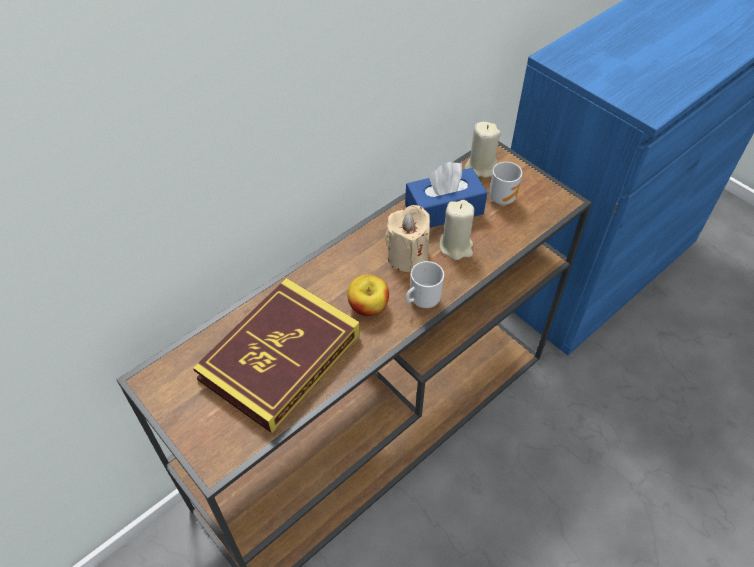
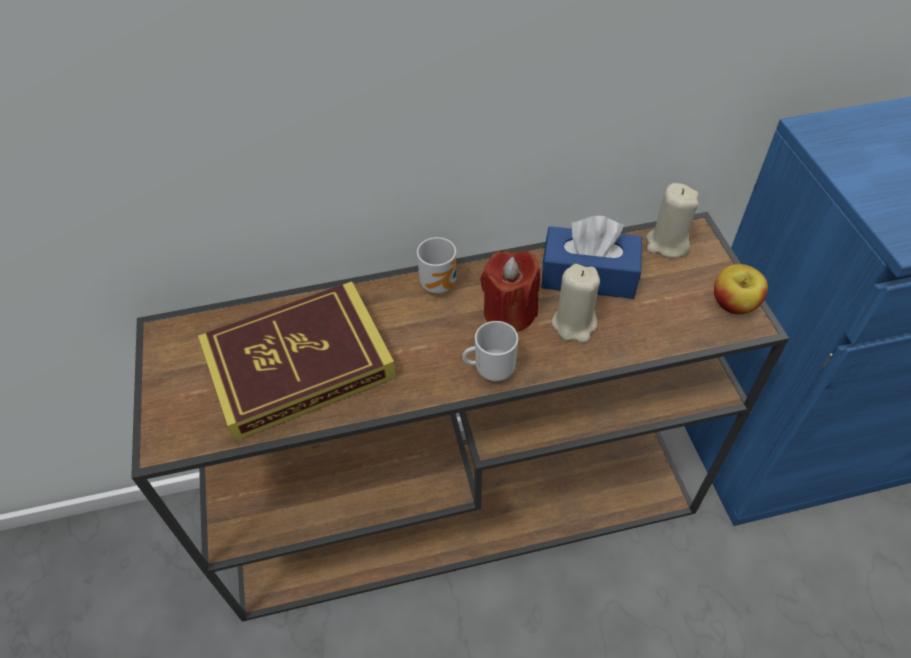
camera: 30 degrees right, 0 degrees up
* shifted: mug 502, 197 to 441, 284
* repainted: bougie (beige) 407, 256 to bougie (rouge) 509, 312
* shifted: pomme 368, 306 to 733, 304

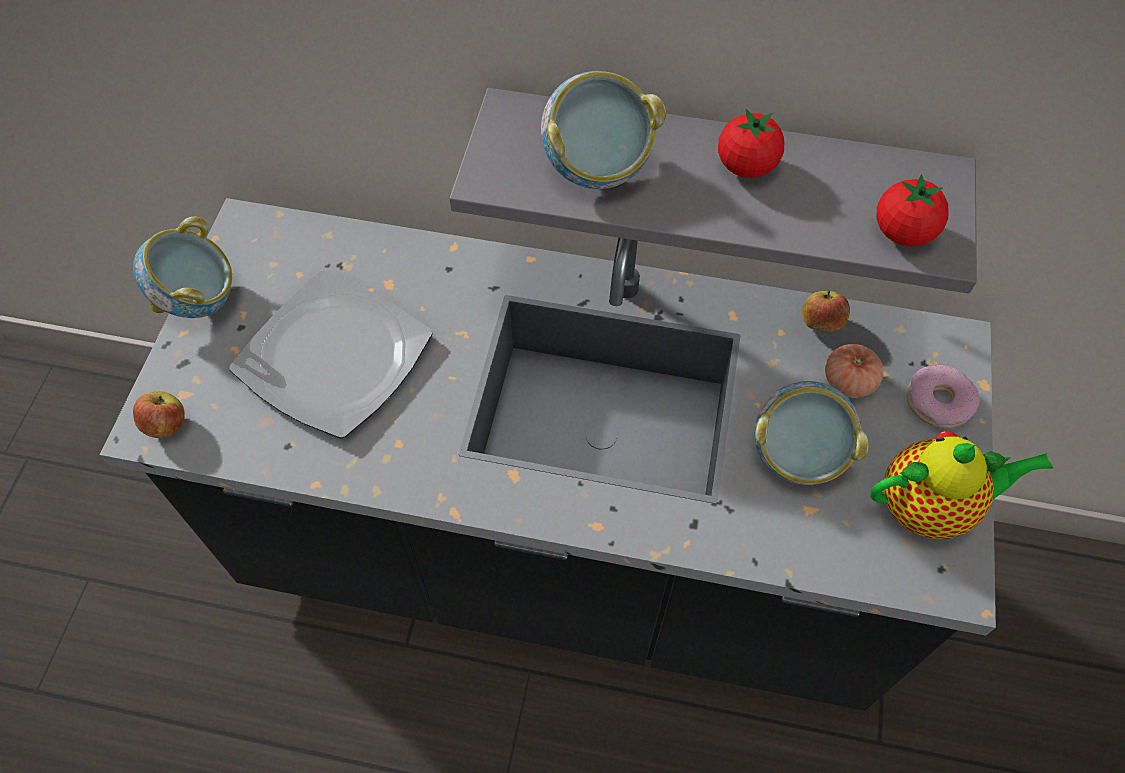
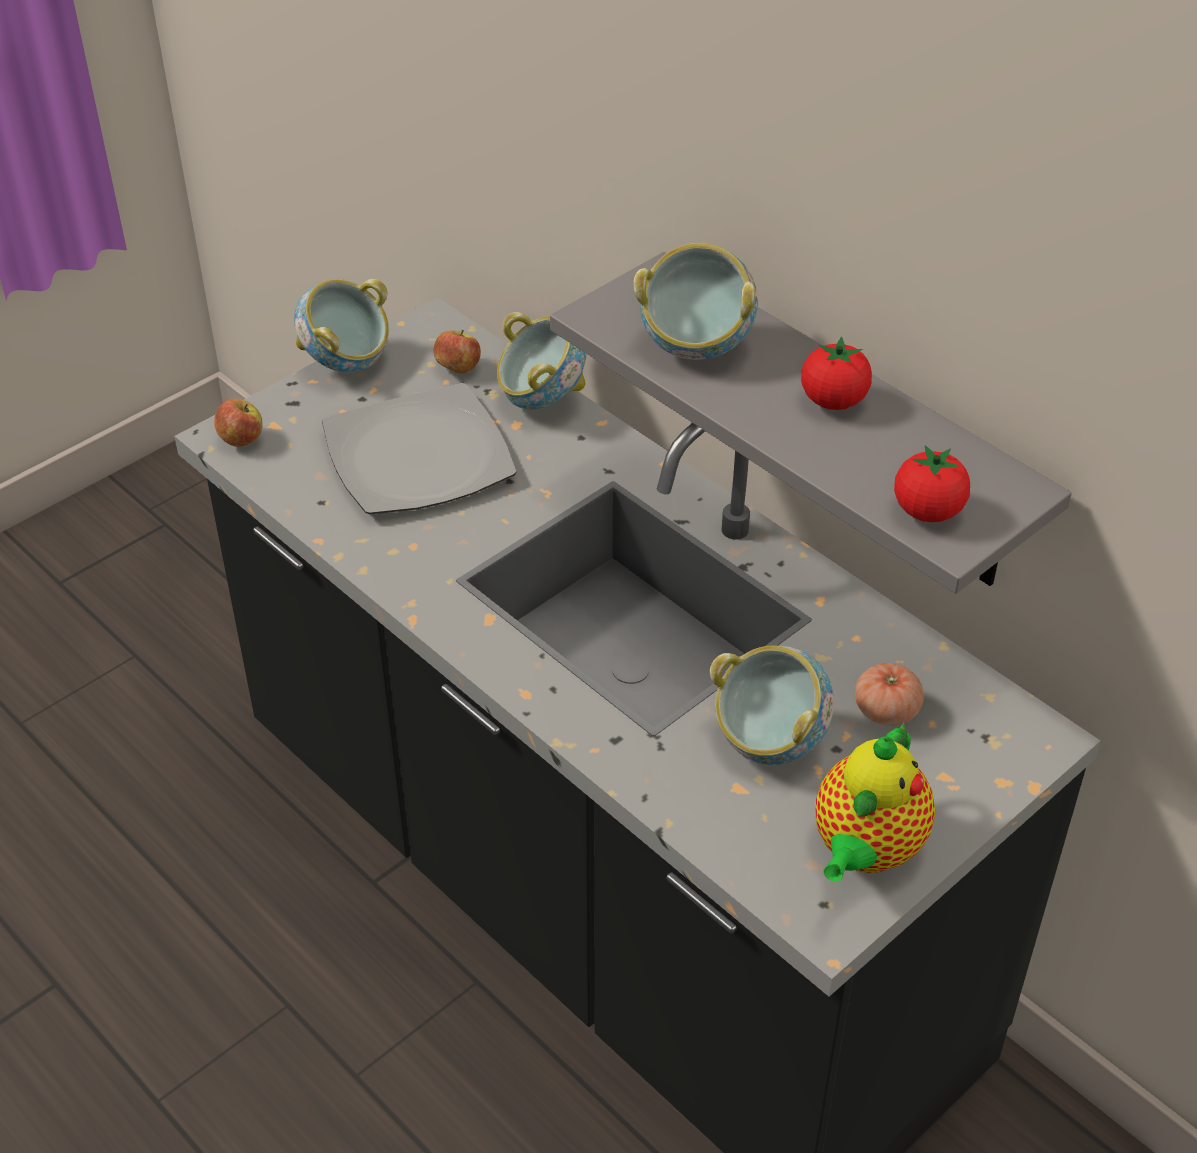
camera: 35 degrees right, 15 degrees down
* shifted: pomme 821, 323 to 458, 369
* gone: beignet 938, 402
* rotated: théière 930, 507 = 865, 851 90 degrees clockwise
* new: bol 541, 400

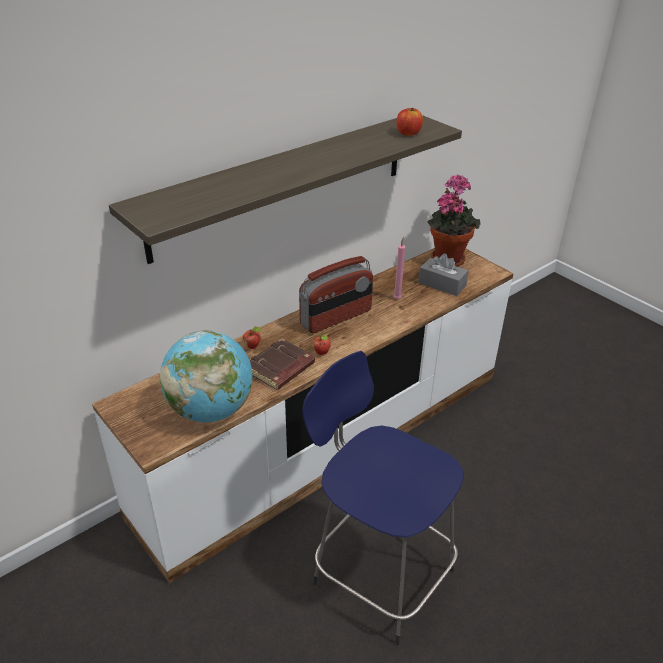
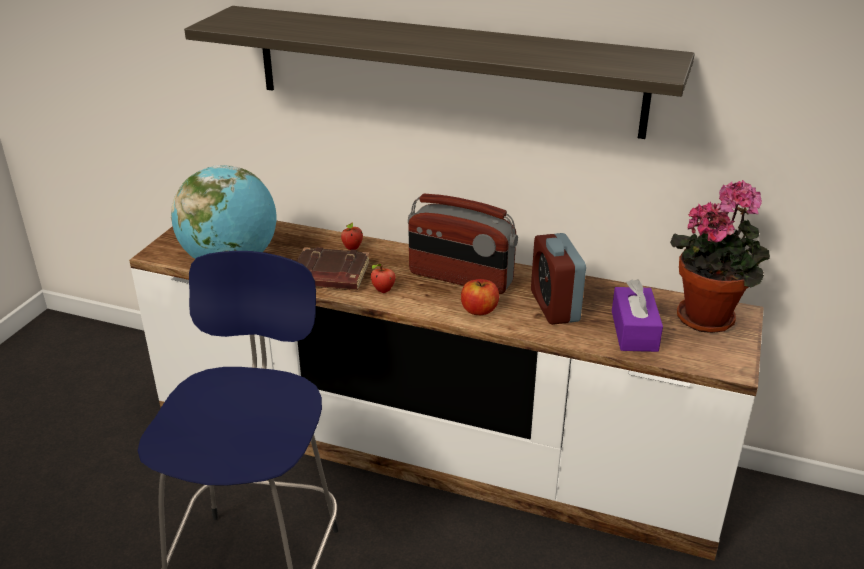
camera: 60 degrees right, 5 degrees down
* shifted: pomme 408, 133 to 479, 310
* swapped: bougie (rose) 397, 298 to réveil 554, 306
* repainted: boîte à mouchoirs (gris) 442, 284 to boîte à mouchoirs (violet) 634, 331

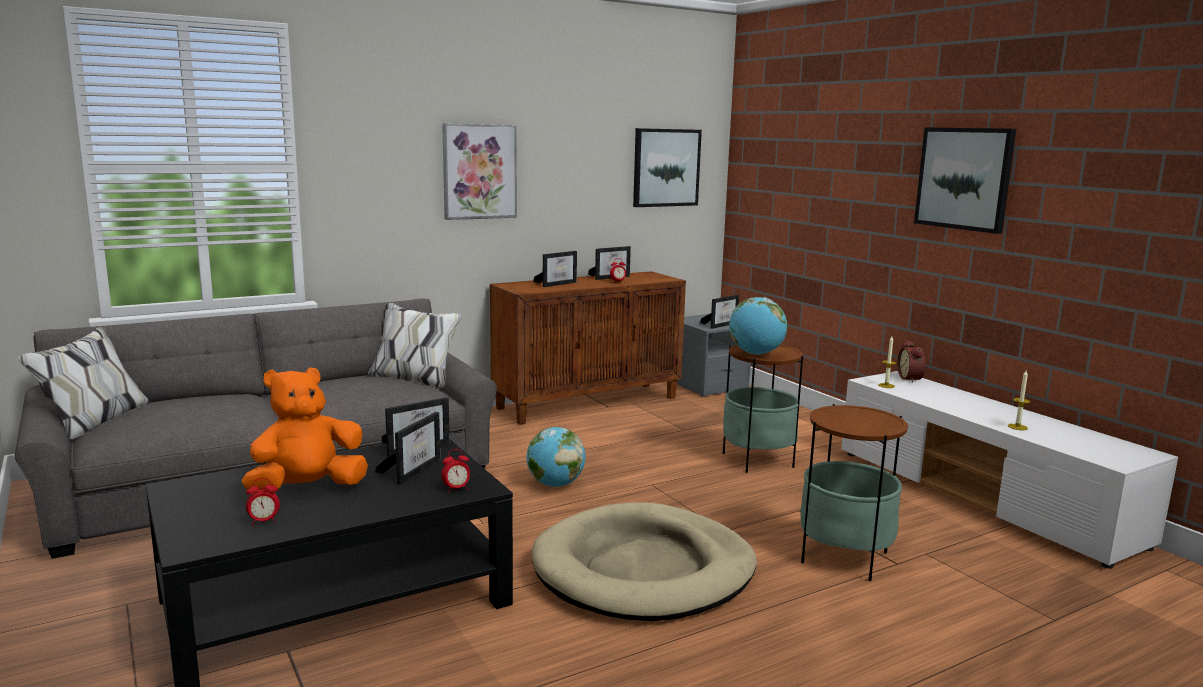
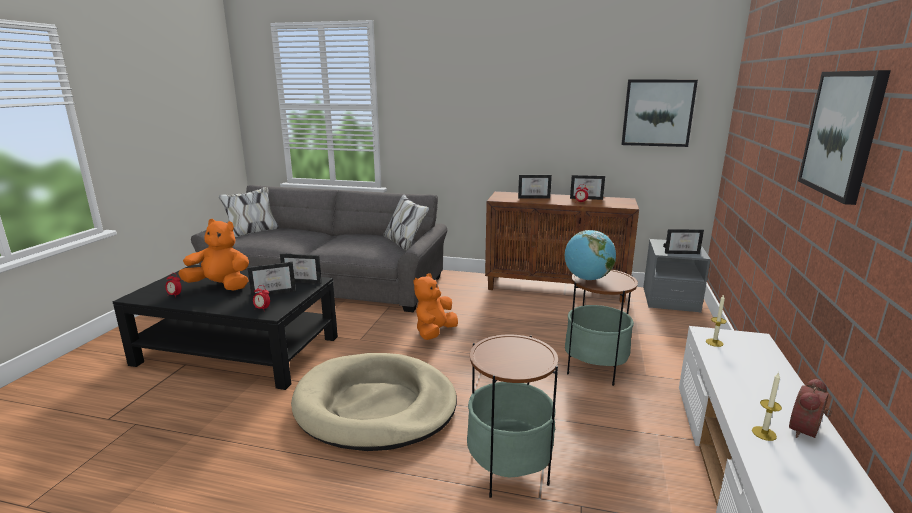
camera: 45 degrees right, 5 degrees up
* gone: tableau 479, 171
* shifted: réveil 911, 379 to 807, 431
* swapped: globe 555, 484 to peluche (orange) 434, 333

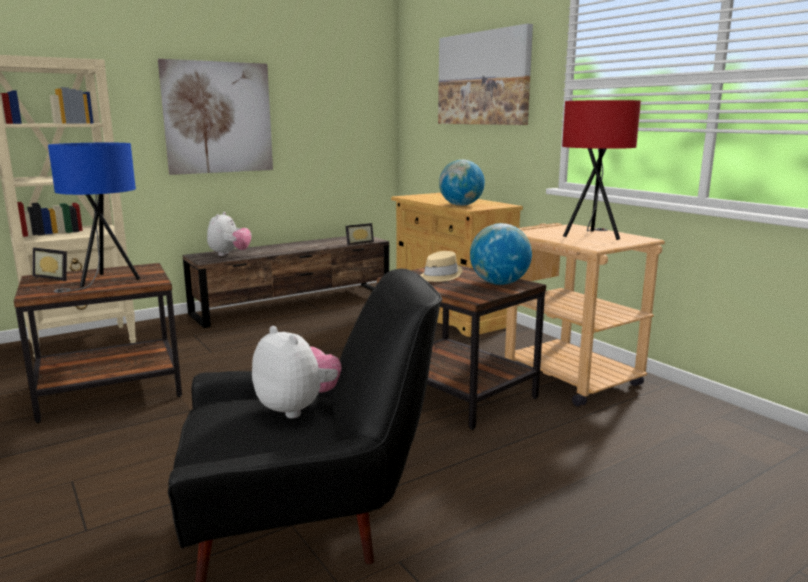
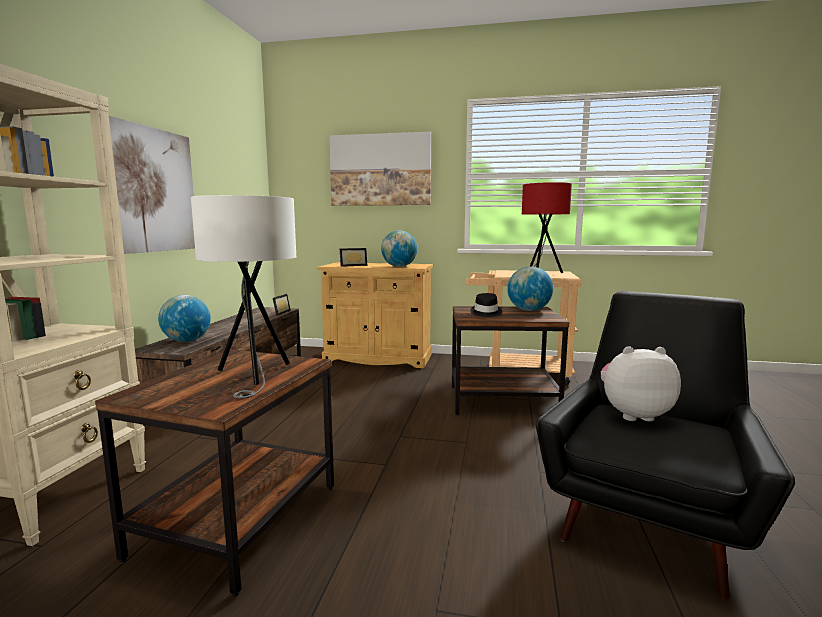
camera: 45 degrees left, 5 degrees down
* repainted: lampe de table (bleu) 104, 282 to lampe de table (blanc) 254, 376
* swapped: peluche 229, 254 to globe 187, 341
* shifted: cadre photo 55, 277 to 353, 265
* repainted: chapeau (beige) 439, 276 to chapeau (noir) 485, 313

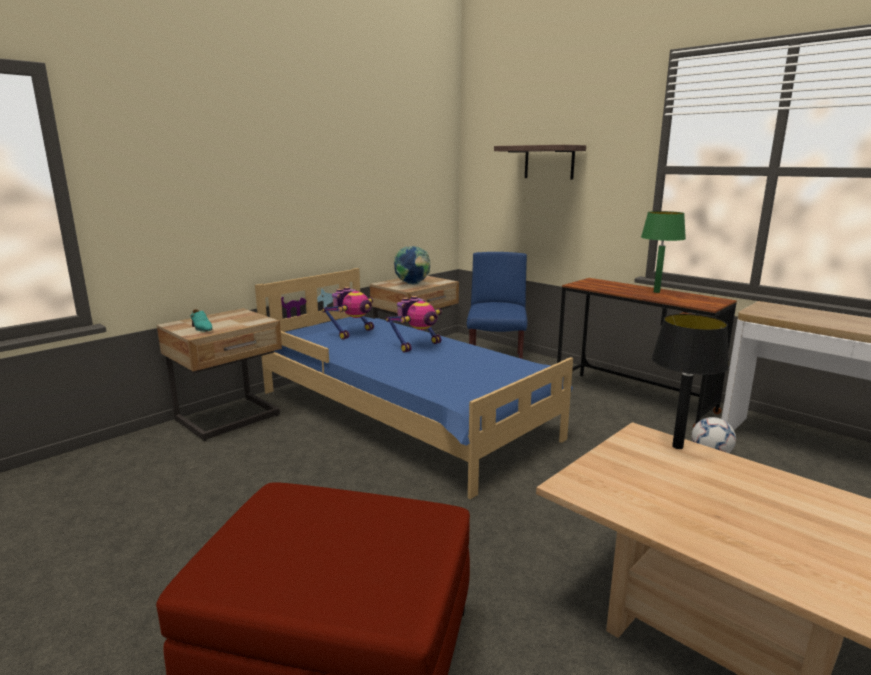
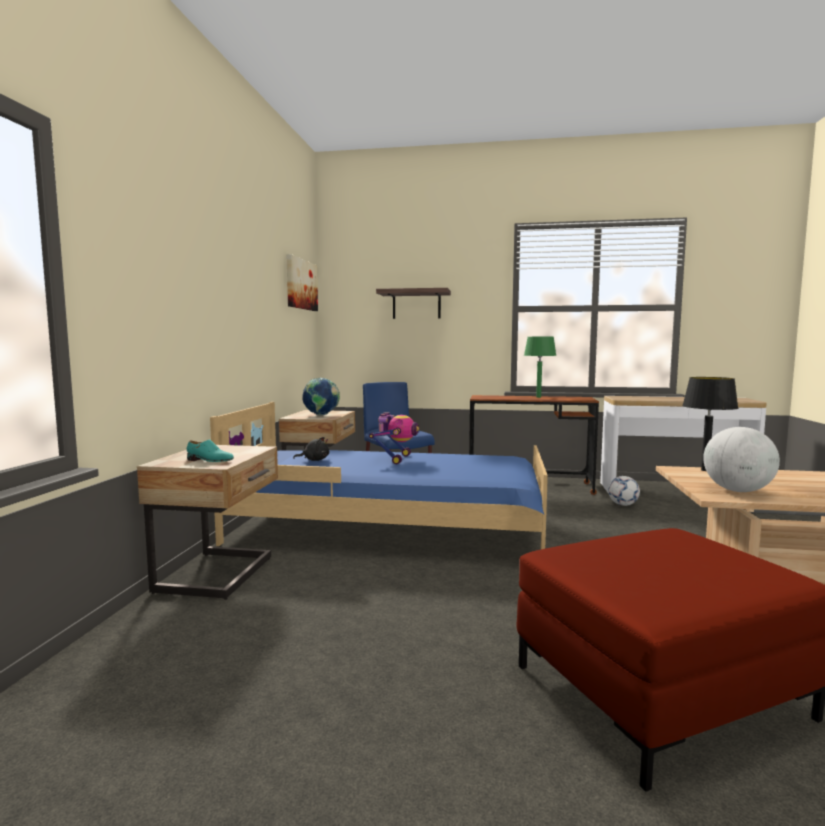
camera: 35 degrees left, 10 degrees down
* swapped: robot jouet 352, 333 to peluche (noir) 314, 460
* new: tableau 301, 284
* new: globe 737, 491

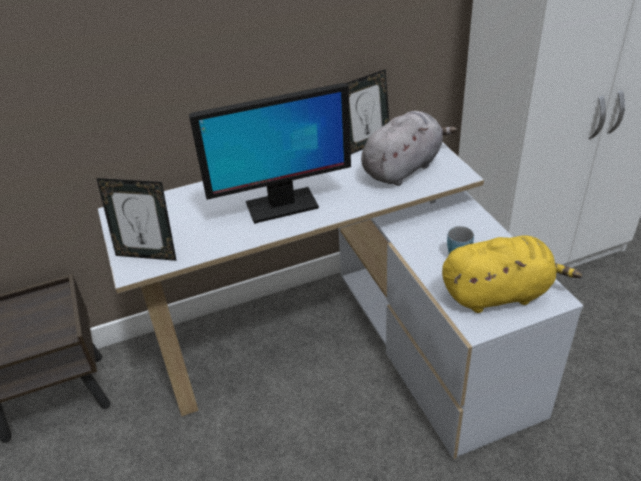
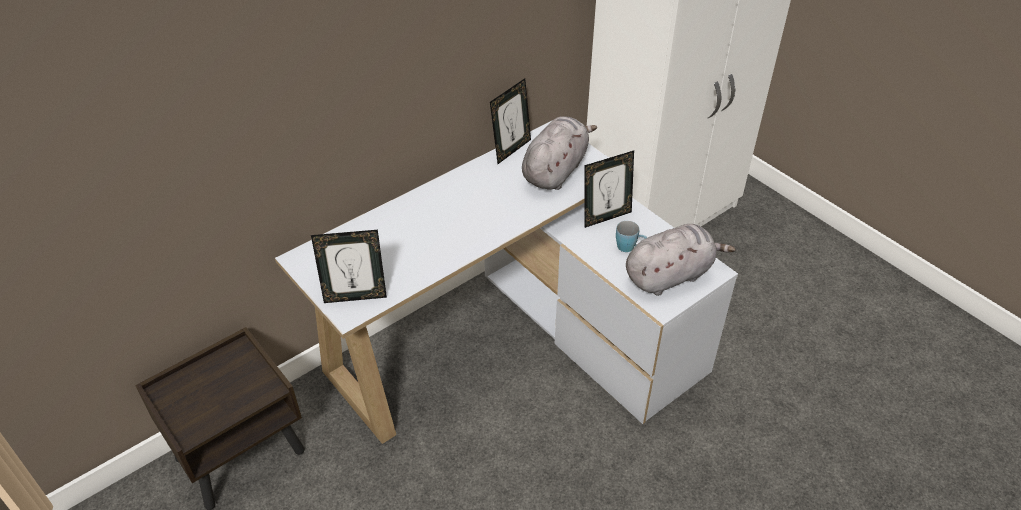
camera: 20 degrees left, 5 degrees up
* gone: écran d'ordinateur 281, 206
* repainted: peluche (jaune) 499, 294 to peluche (gris) 670, 275
* new: cadre photo 606, 217

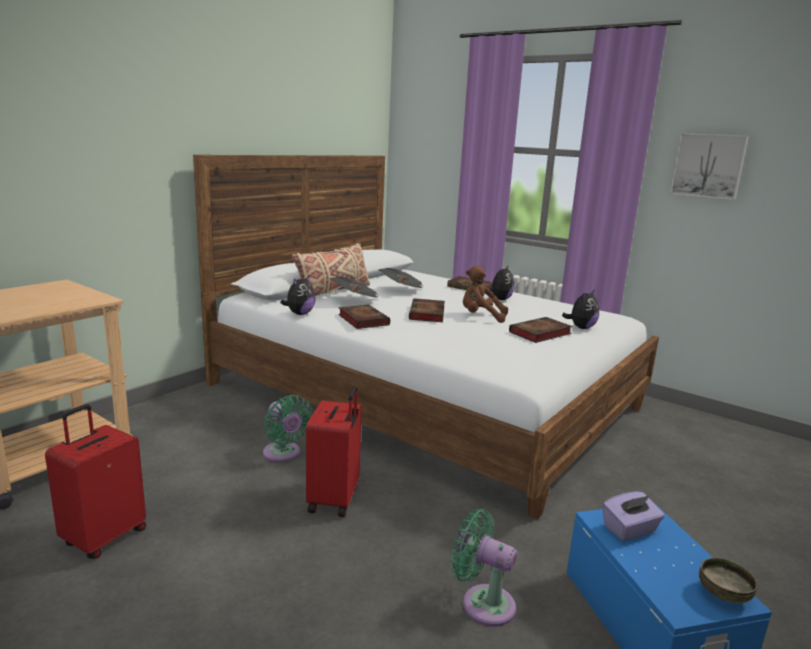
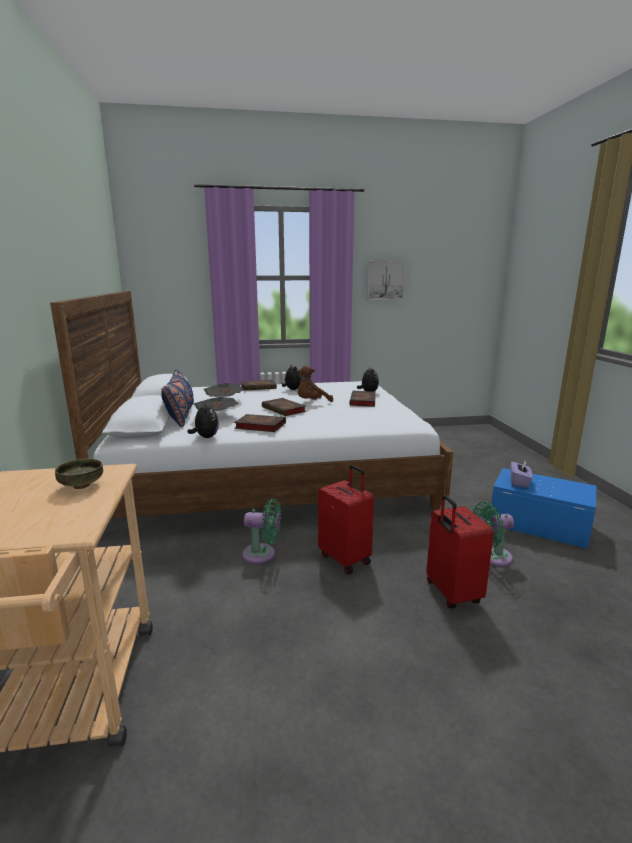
camera: 45 degrees left, 0 degrees up
* repainted: coussin (beige) 333, 291 to coussin (bleu) 180, 415
* shifted: valise (rouge) 104, 537 to 451, 593
* shifted: bol 722, 595 to 81, 486

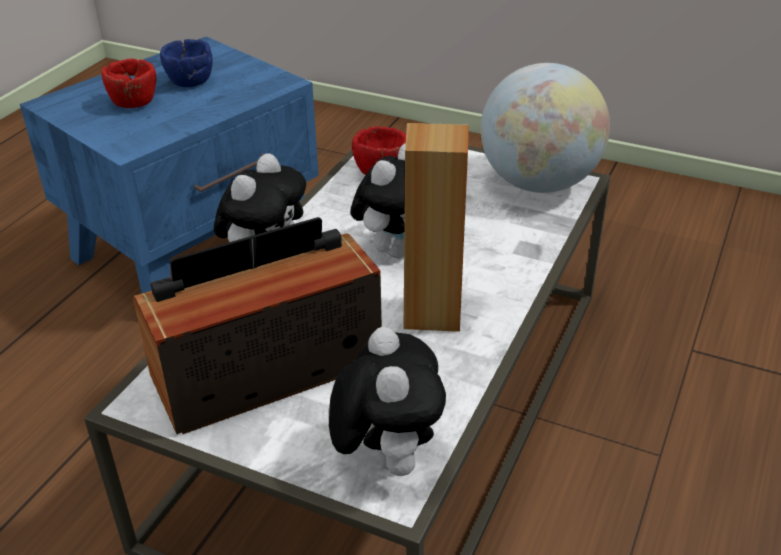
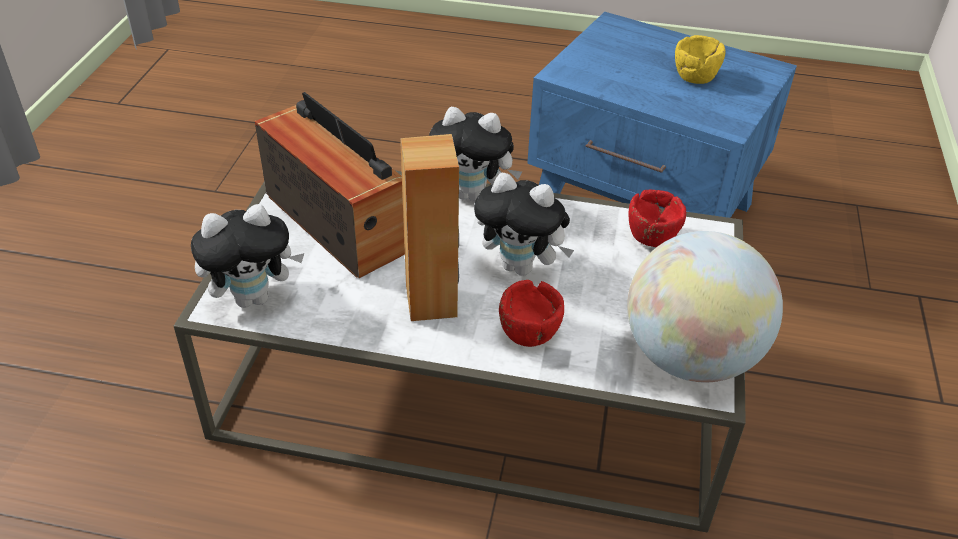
camera: 75 degrees right, 5 degrees up
* repainted: bol (bleu) 190, 81 to bol (jaune) 695, 76
* shifted: bol (rouge) 134, 103 to 529, 333

